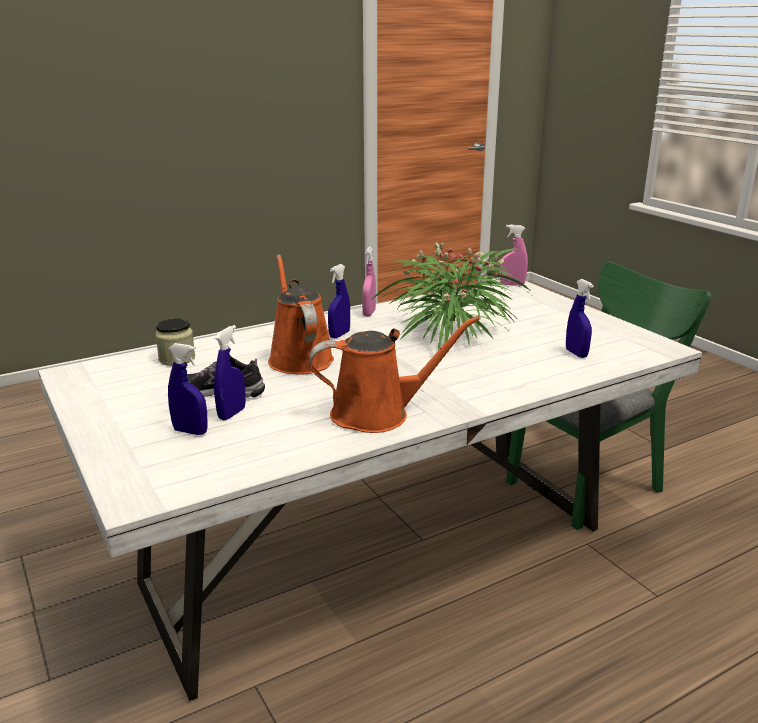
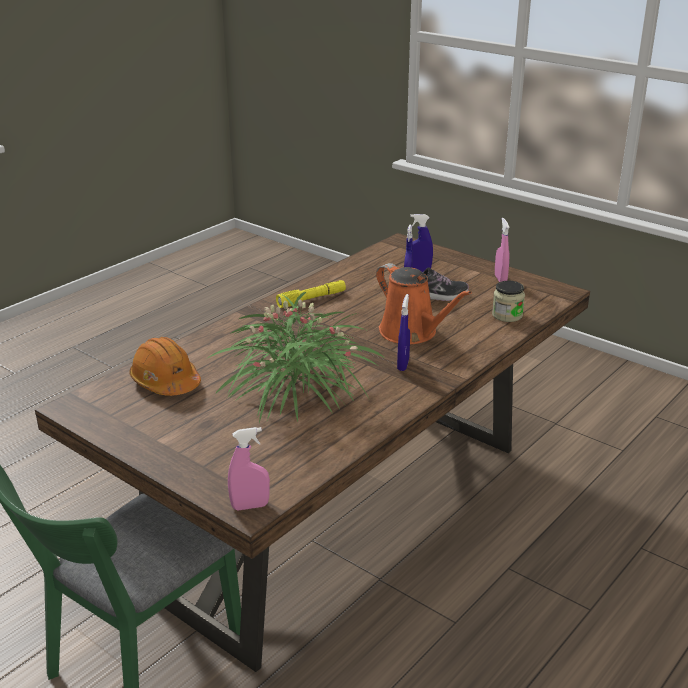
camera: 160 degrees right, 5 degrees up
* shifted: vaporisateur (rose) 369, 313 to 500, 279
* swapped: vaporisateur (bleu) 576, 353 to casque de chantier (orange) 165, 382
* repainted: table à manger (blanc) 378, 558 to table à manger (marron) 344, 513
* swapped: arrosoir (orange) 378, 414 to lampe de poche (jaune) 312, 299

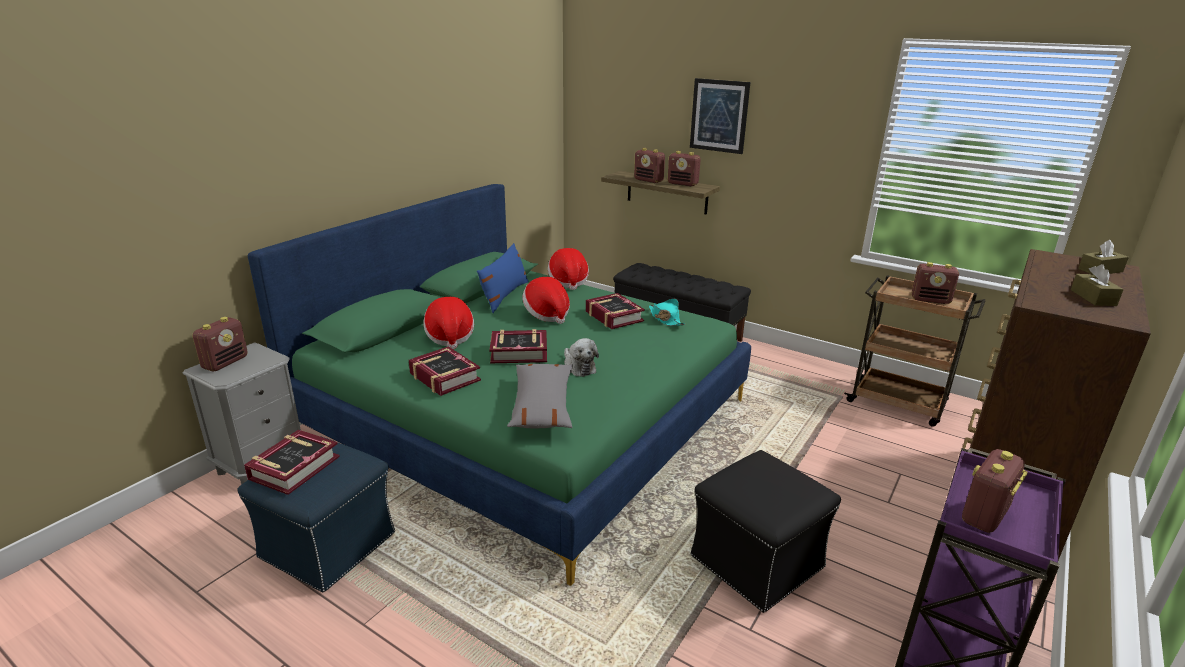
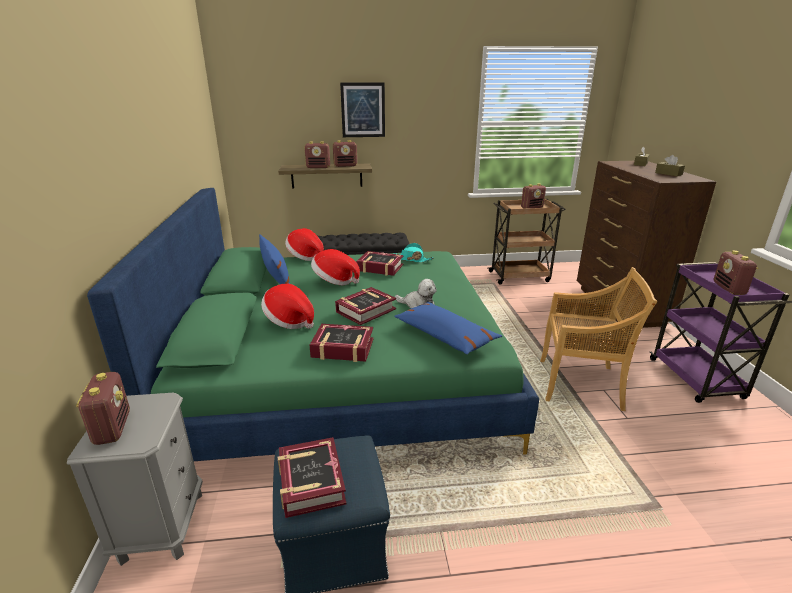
camera: 40 degrees left, 0 degrees up
* repainted: coussin (gris) 542, 406 to coussin (bleu) 445, 336
* swapped: pouf (noir) 756, 562 to chaise (beige) 581, 384

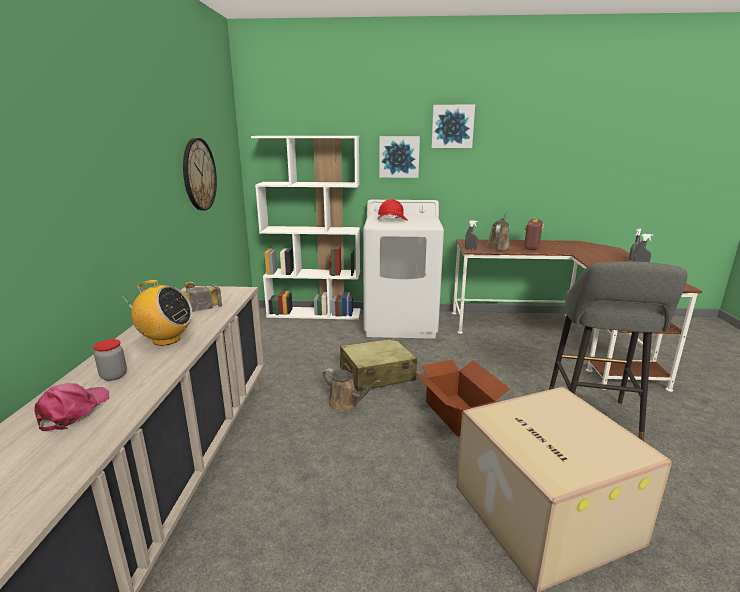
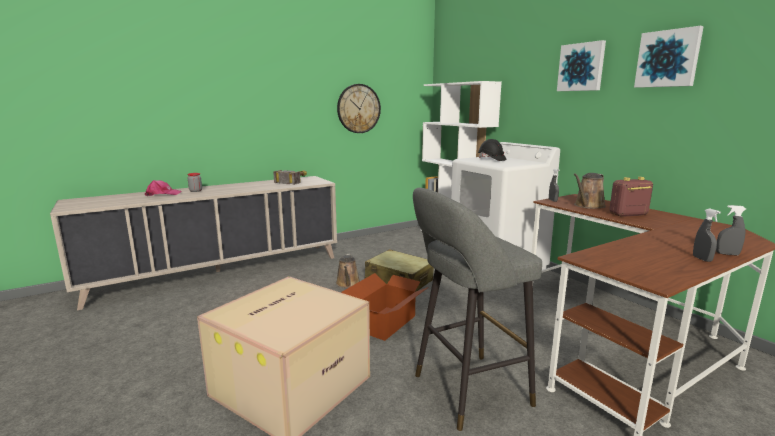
camera: 55 degrees right, 5 degrees down
* shifted: tableau 399, 157 to 668, 58
* repainted: casque de chantier (rouge) 392, 220 to casque de chantier (noir) 491, 159
* rotated: arrosoir (marron) 498, 247 = 588, 206 150 degrees clockwise
* gone: radio 166, 340

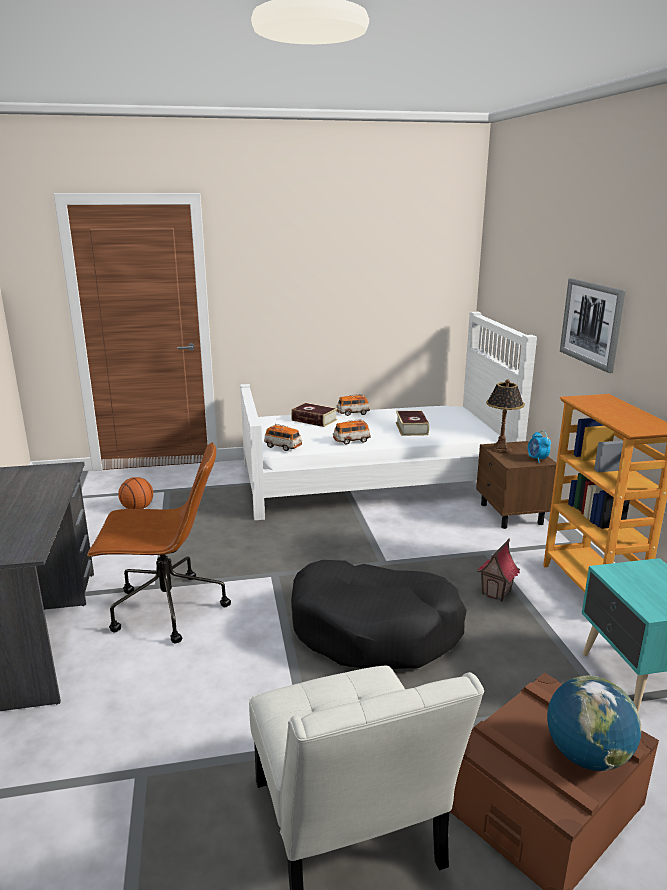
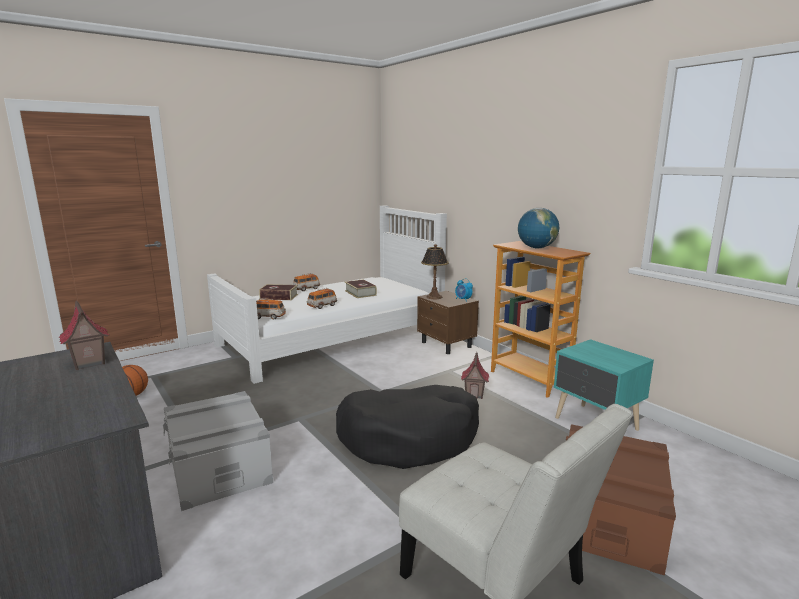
camera: 25 degrees left, 5 degrees down
* gone: tableau 591, 323
* swapped: chaise de bureau (marron) 166, 609 to boîte de rangement (gris) 219, 467
* shifted: globe 587, 756 to 536, 248
* new: maison miniature 88, 363

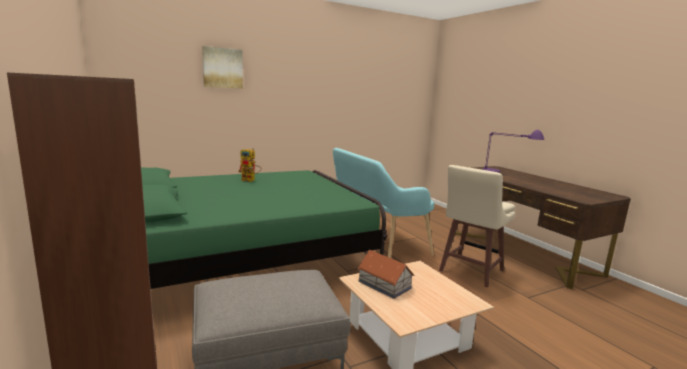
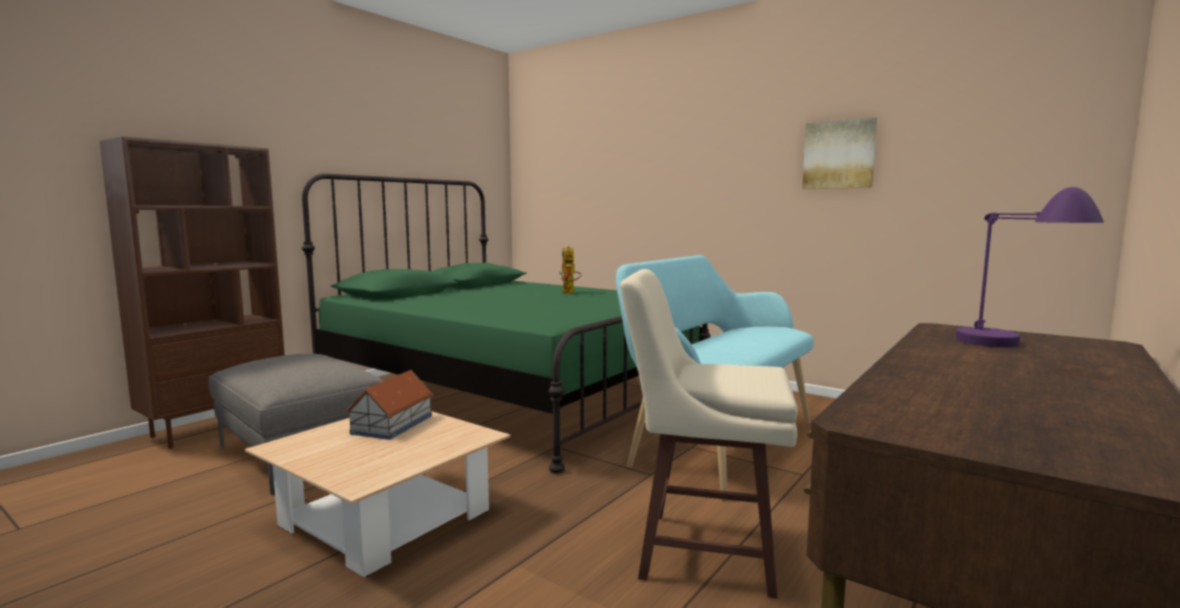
camera: 65 degrees right, 5 degrees down
* shifted: tableau 222, 68 to 839, 154

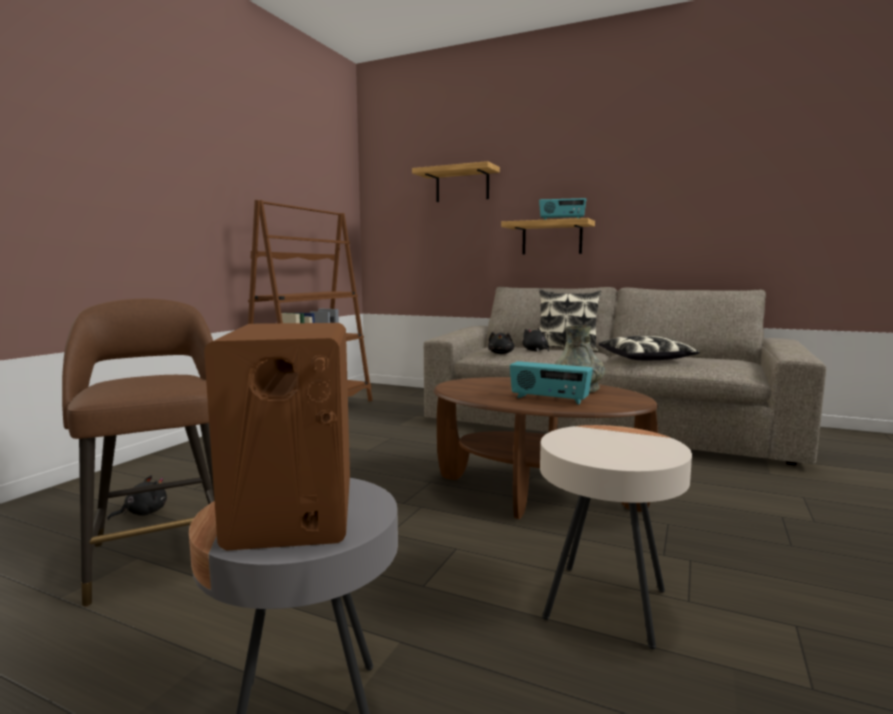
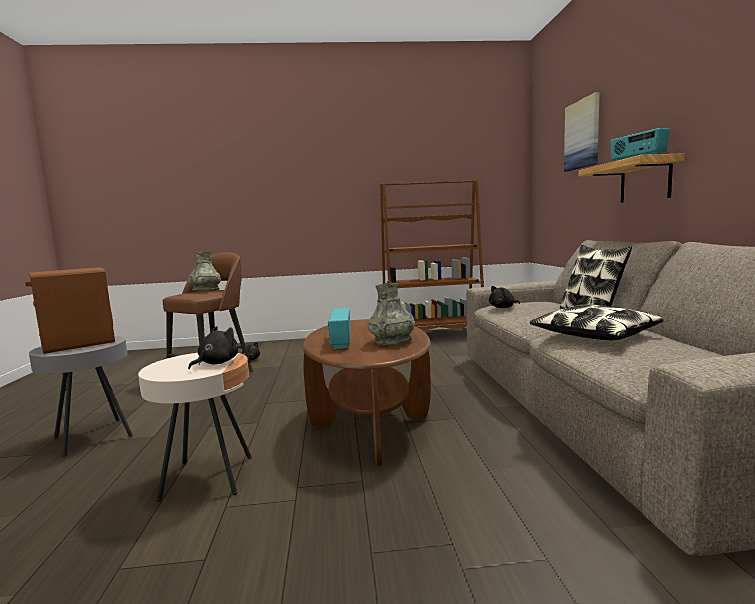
camera: 60 degrees right, 0 degrees up
* swapped: étagère 462, 185 to tableau 582, 134
* shifted: peluche (noir) 535, 351 to 216, 363
* new: vase (gris) 205, 290

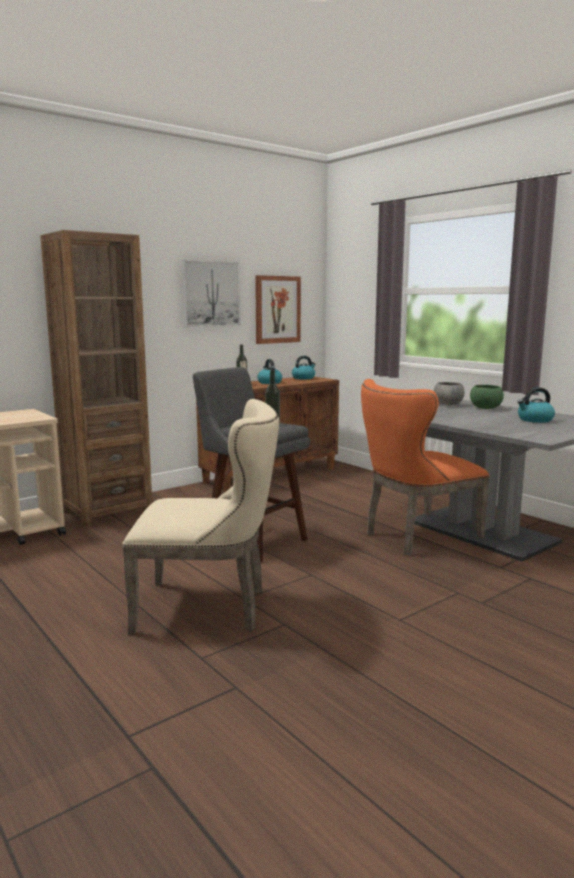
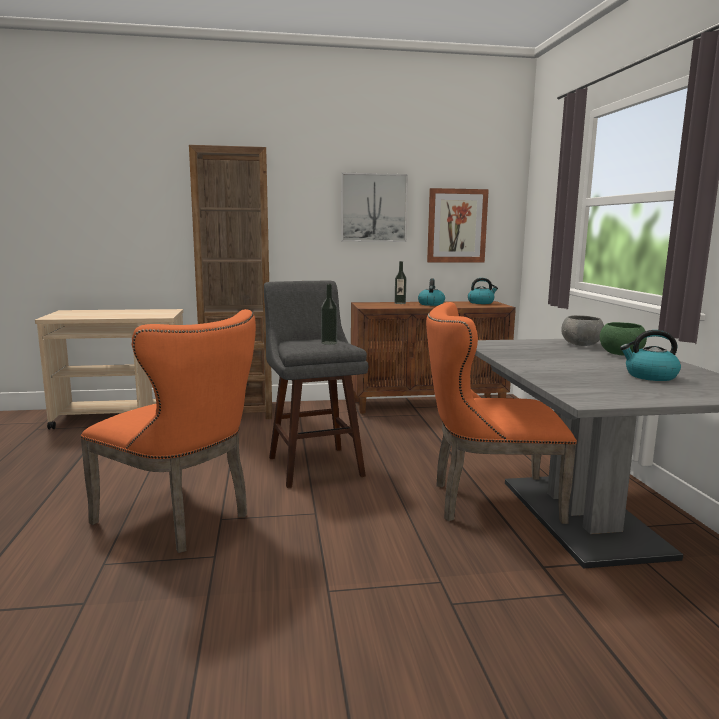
camera: 30 degrees right, 0 degrees up
* repainted: chaise (beige) 210, 608 to chaise (orange) 181, 519

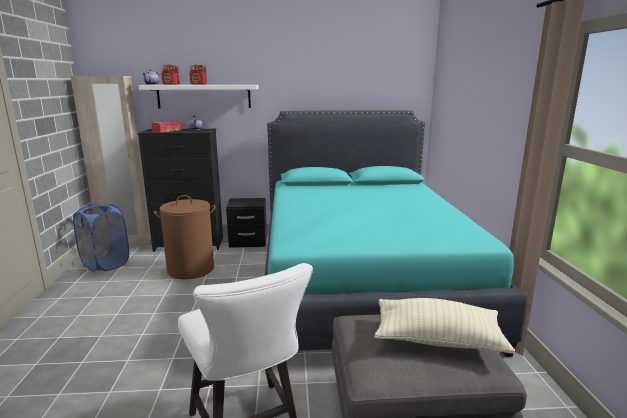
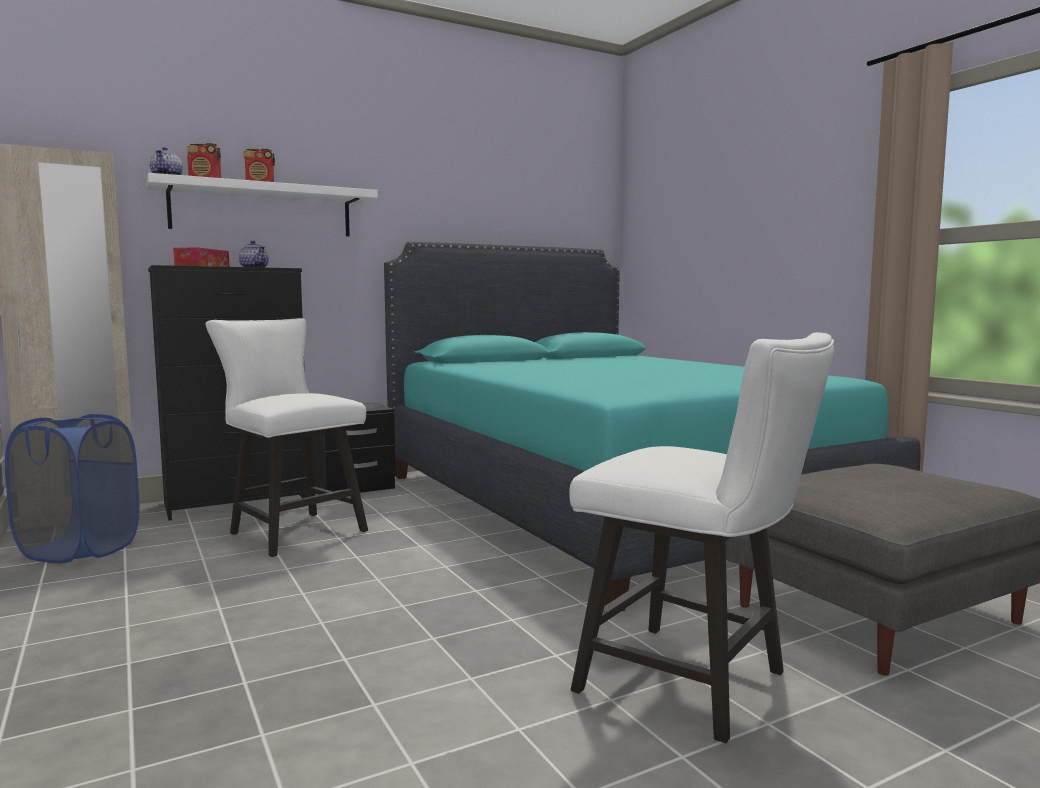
camera: 25 degrees left, 10 degrees down
* swapped: panier à linge (marron) 191, 269 to chaise (blanc) 291, 531
* gone: coussin (beige) 437, 339

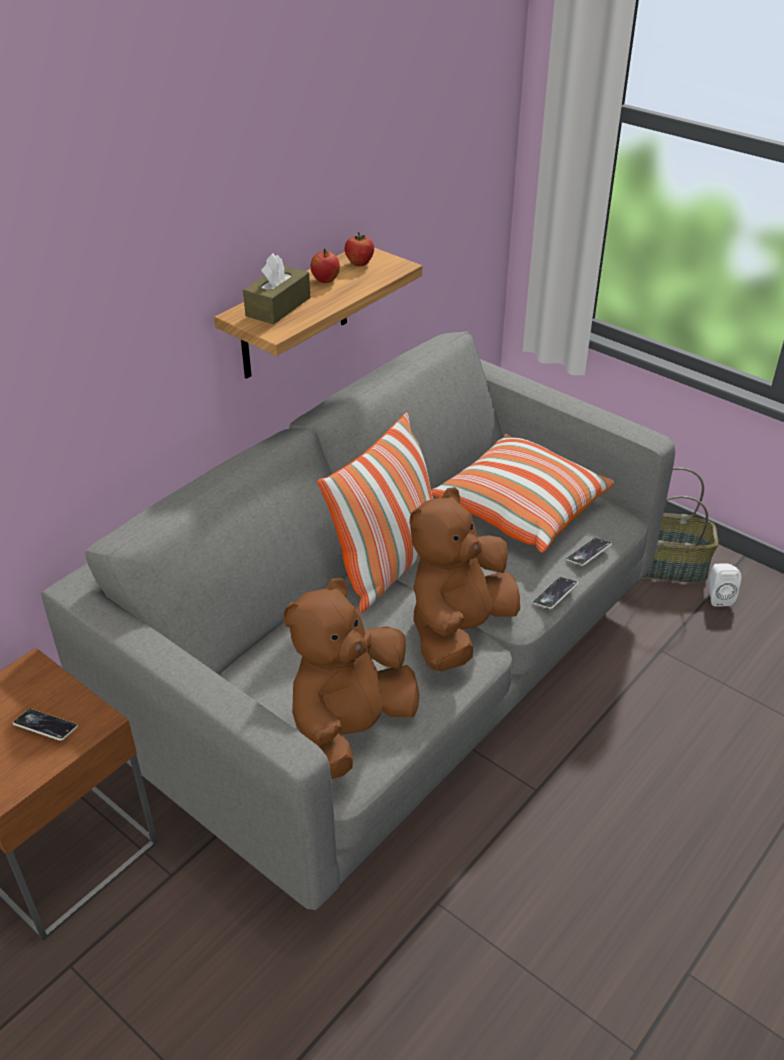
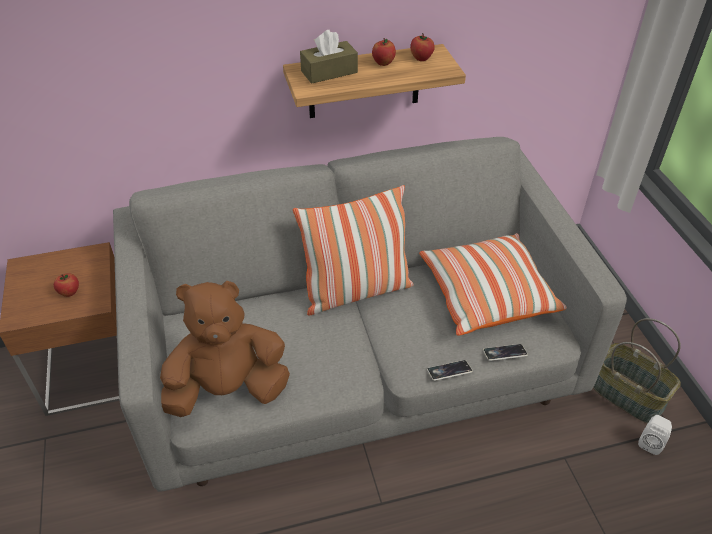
camera: 35 degrees right, 5 degrees up
* gone: peluche (marron) 458, 630
* swapped: téléphone 46, 727 to pomme 69, 292

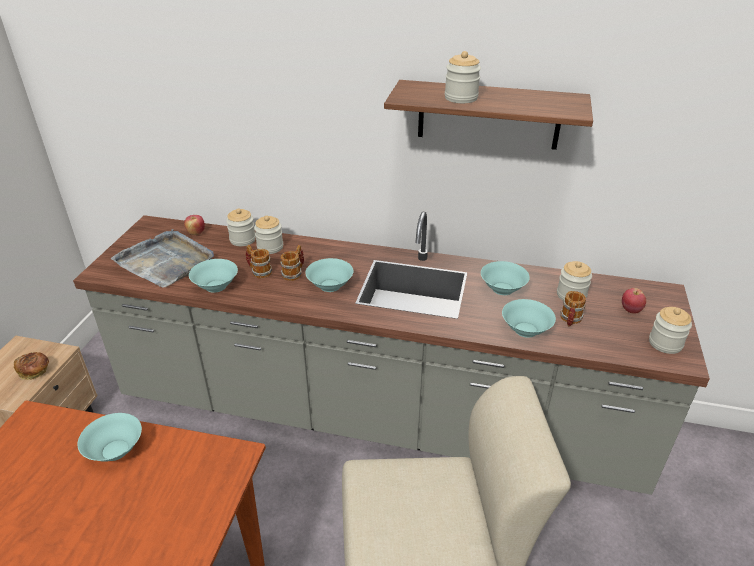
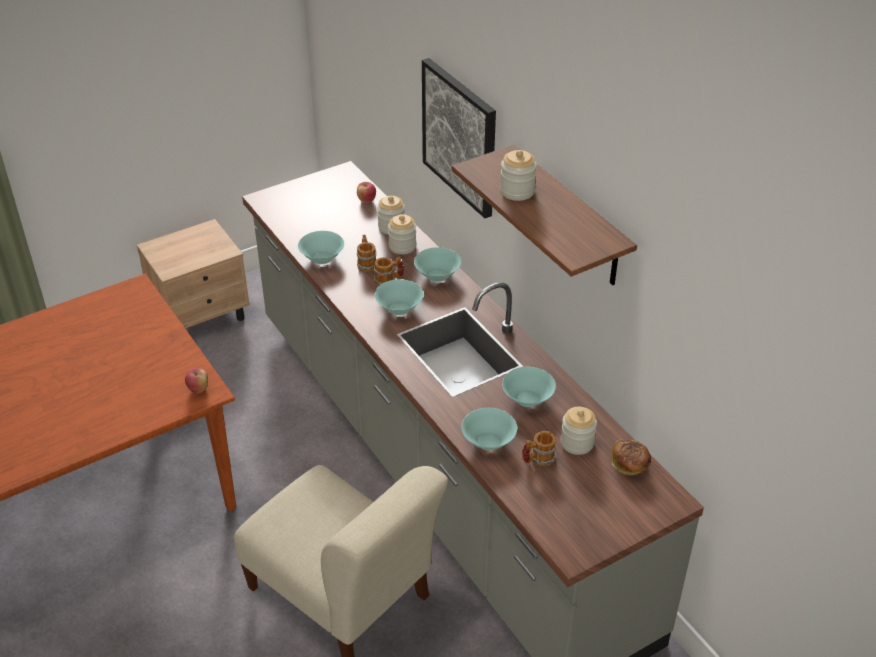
camera: 45 degrees right, 5 degrees up
* gone: plateau (gris) 166, 261
* shifted: pomme 630, 310 to 198, 389
* gone: bocal 665, 343
* shifted: pain 35, 371 to 630, 465
* shifted: bol (turquoise) 116, 450 to 438, 275
* new: tableau 460, 136

